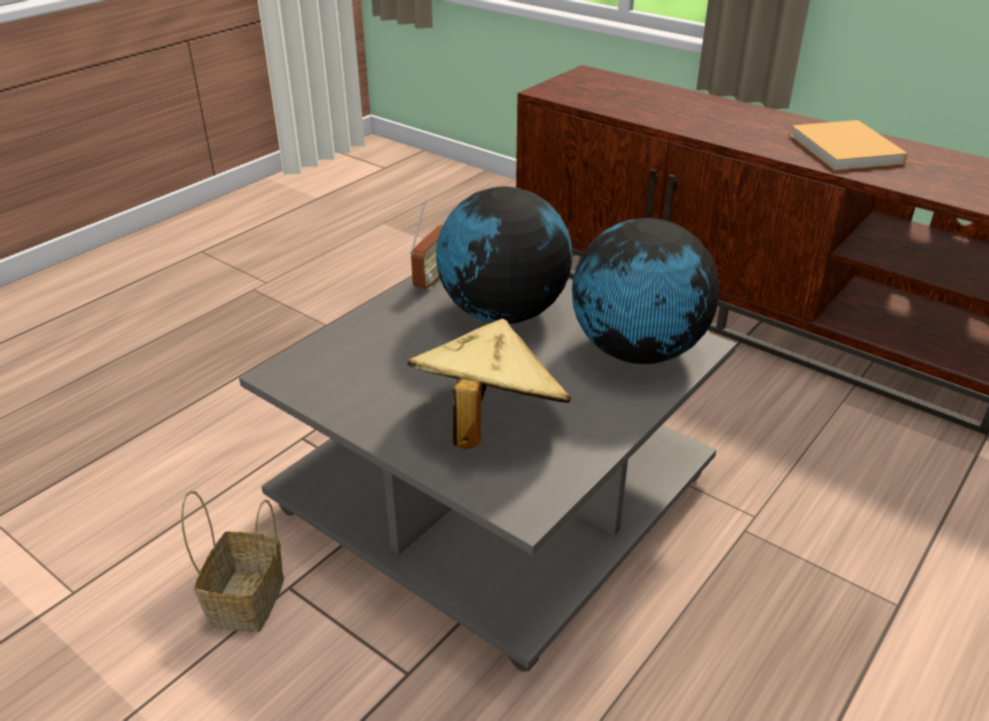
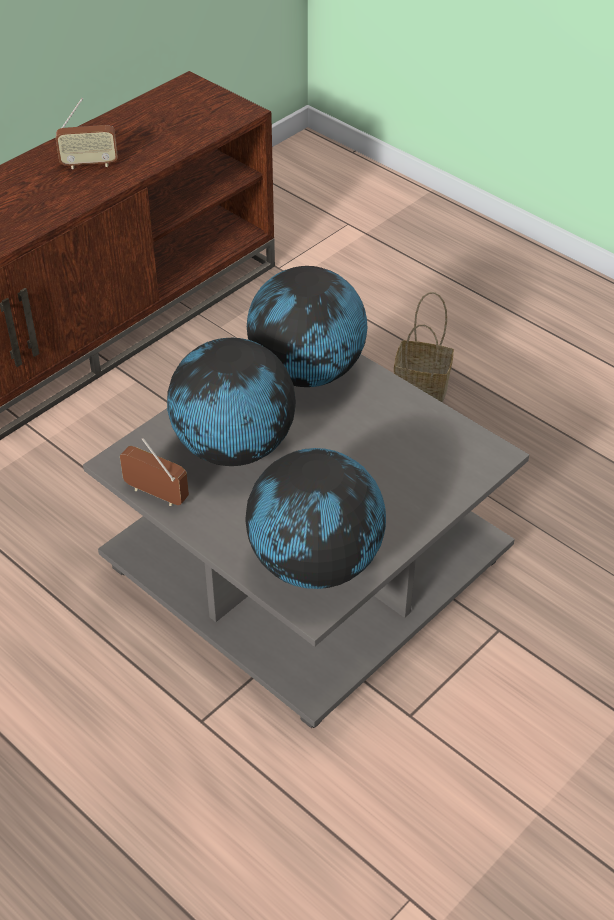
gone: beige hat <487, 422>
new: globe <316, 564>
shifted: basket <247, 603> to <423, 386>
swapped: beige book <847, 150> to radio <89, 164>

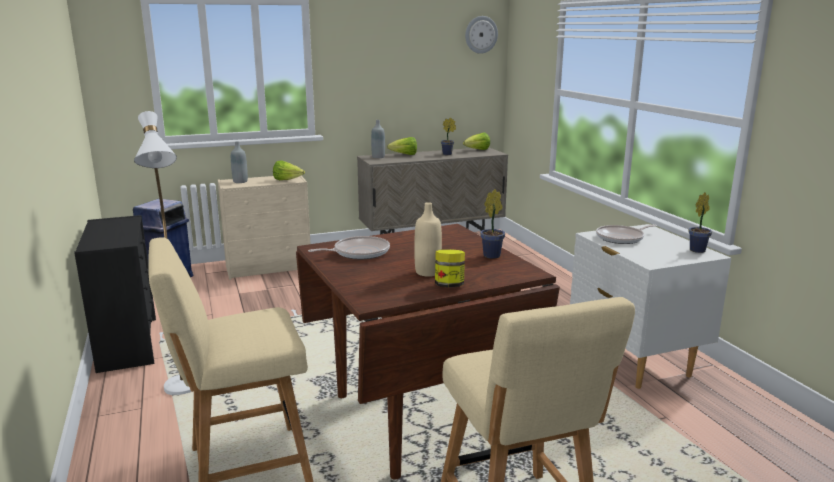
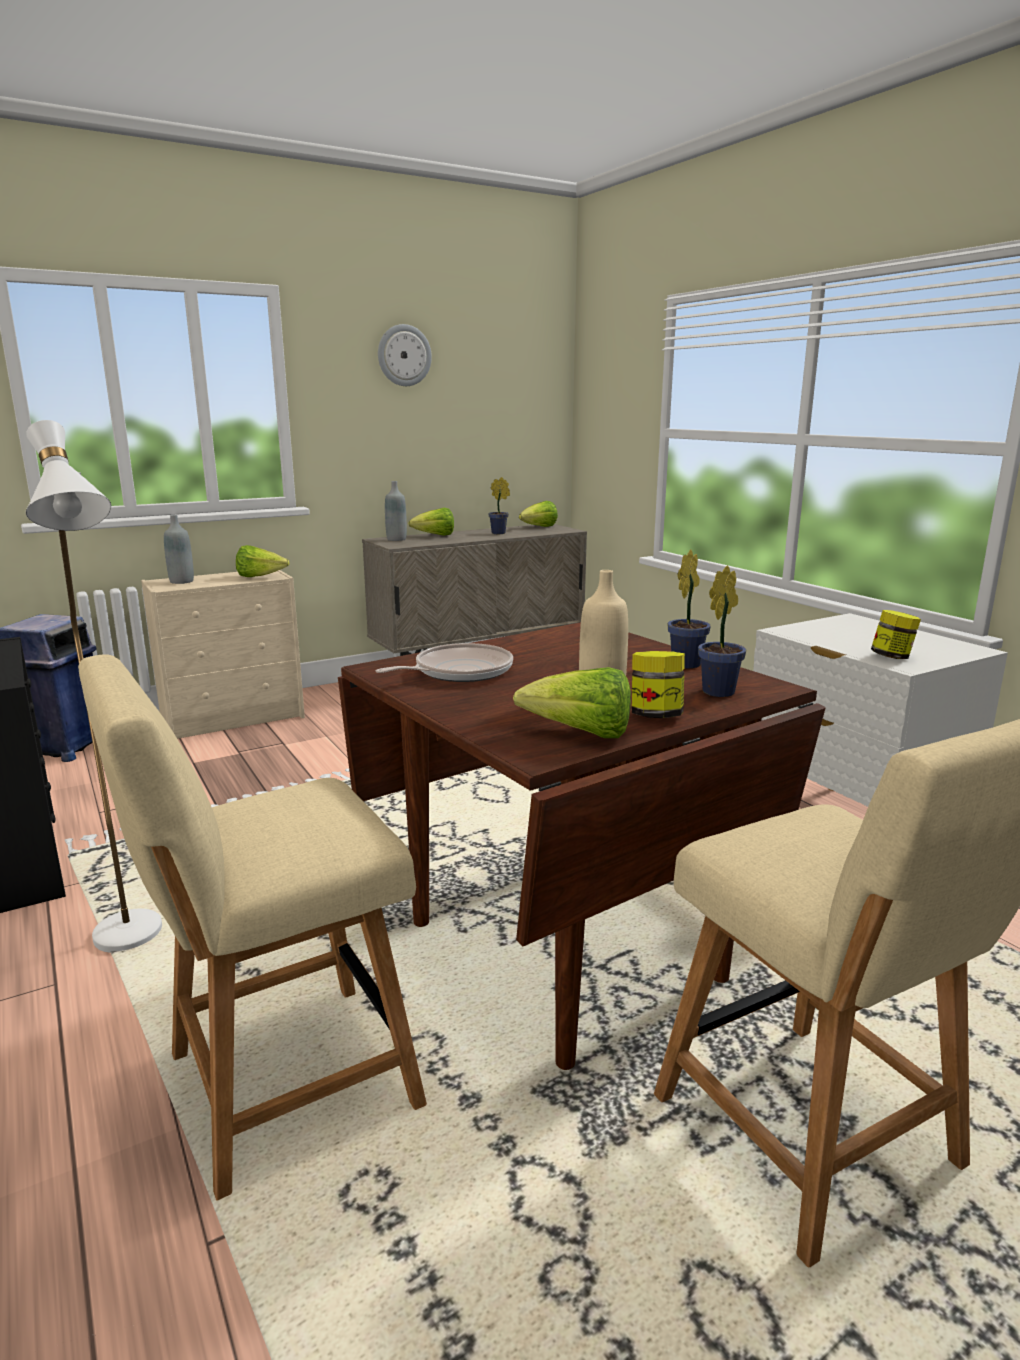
gone: frying pan <622, 238>
new: lettuce <581, 734>; jar <892, 657>
shifted: wall clock <481, 34> to <404, 355>; potted plant <698, 250> to <721, 691>

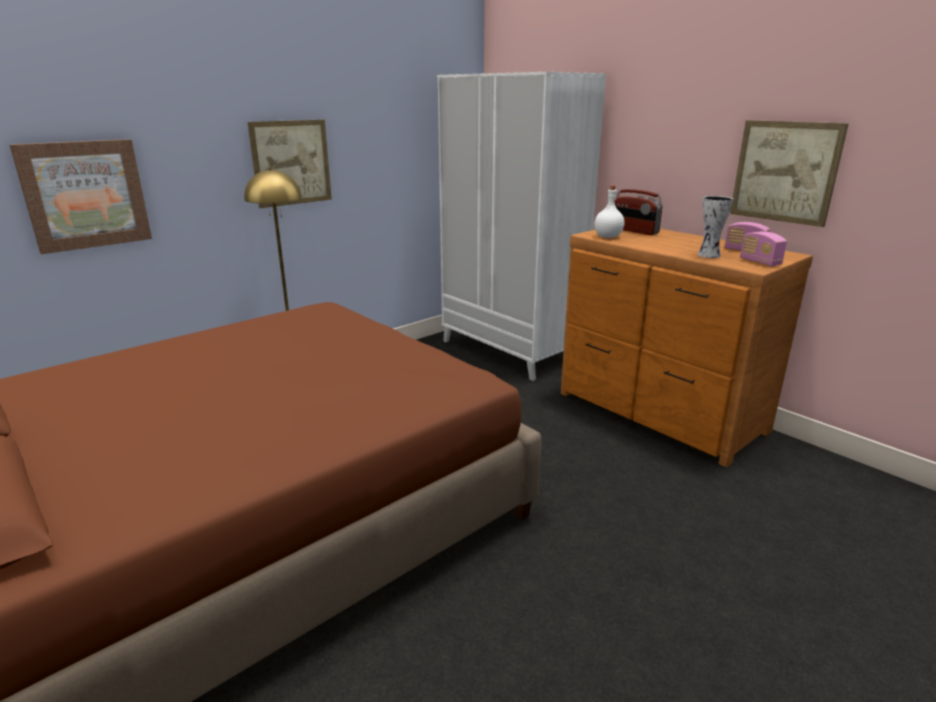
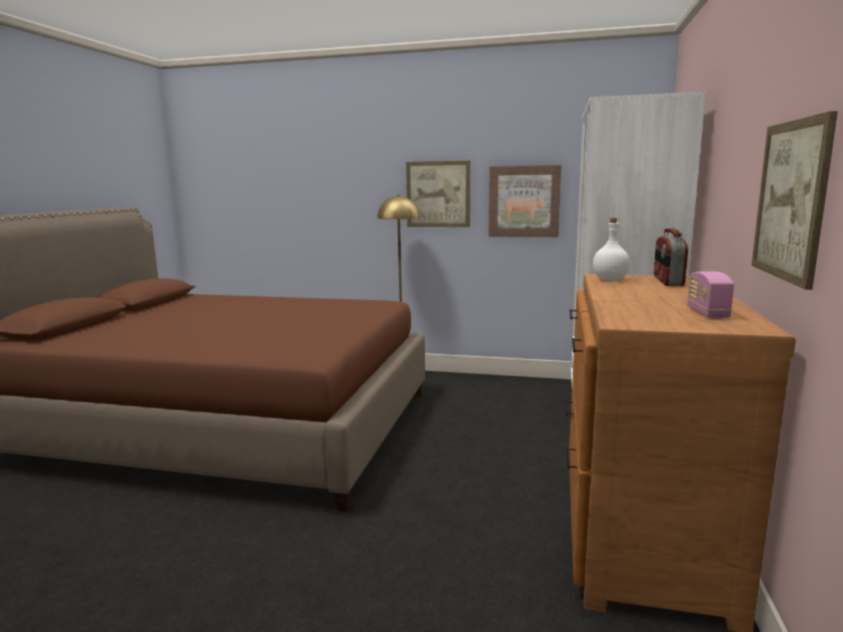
gone: vase <709, 255>; radio <760, 262>
shifted: picture <85, 195> to <524, 201>

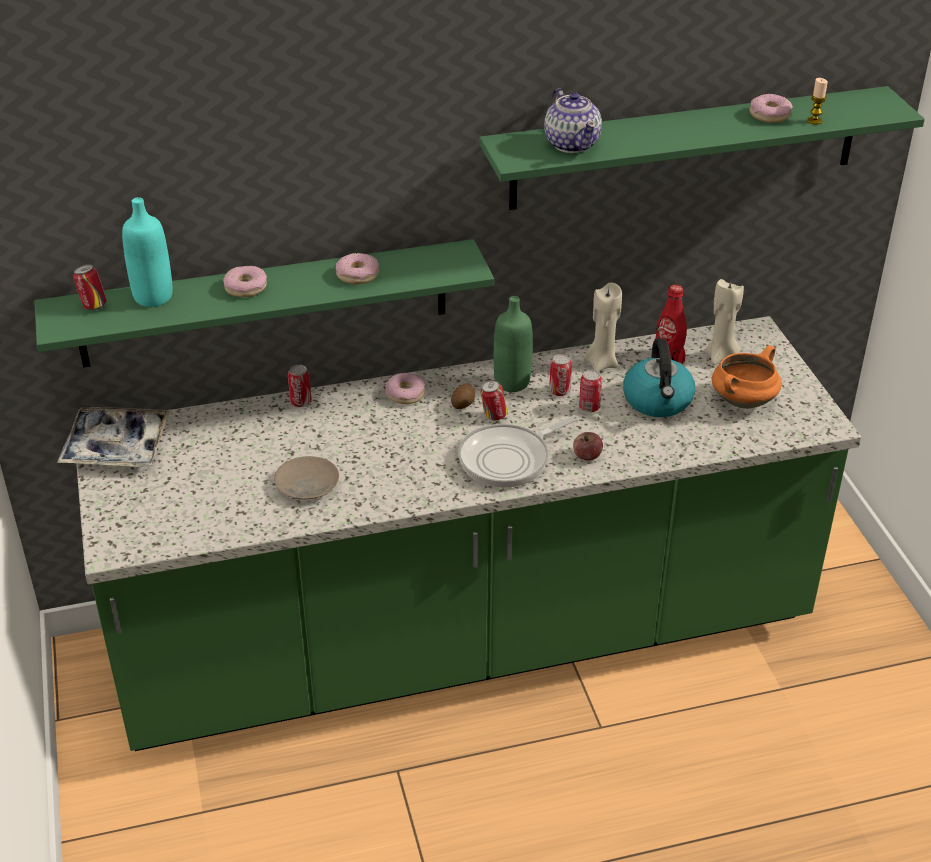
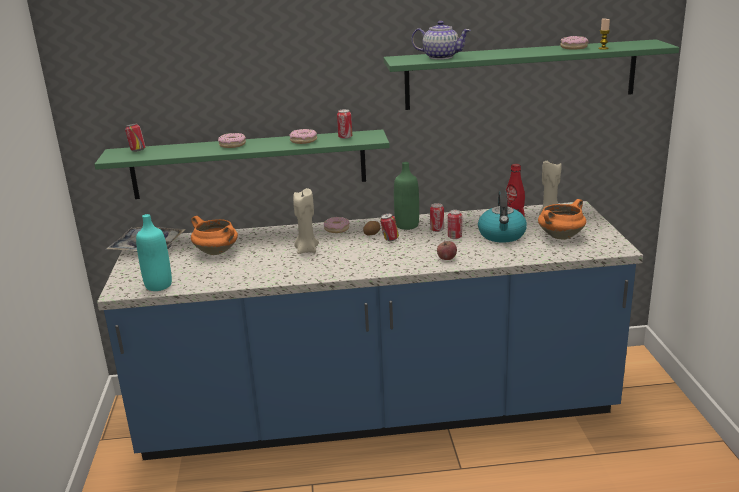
gone: beige plate <307, 485>; frying pan <509, 459>
new: orange cooking pot <217, 252>
shifted: turquoise bottle <153, 297> to <158, 285>; can <301, 402> to <345, 137>; beige candle <601, 363> to <306, 250>
repainted: green counter <465, 639> to blue counter <377, 411>
rotated: teapot <572, 144> = <440, 57> 60 degrees counterclockwise

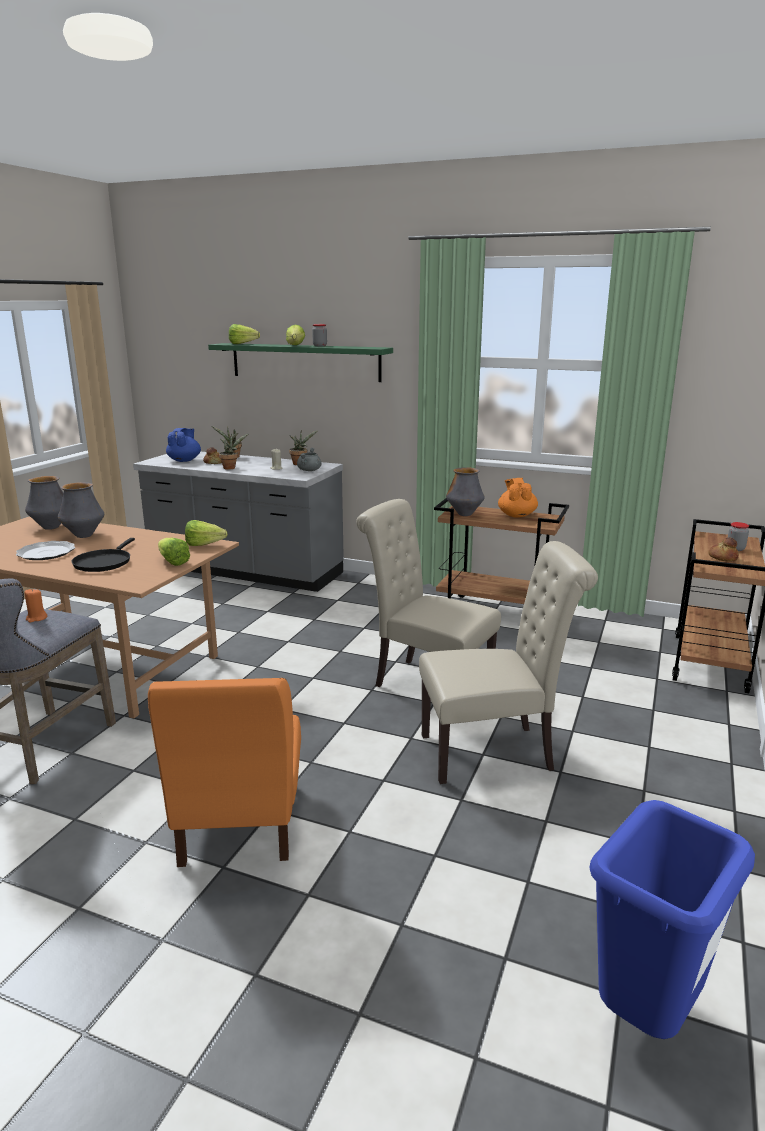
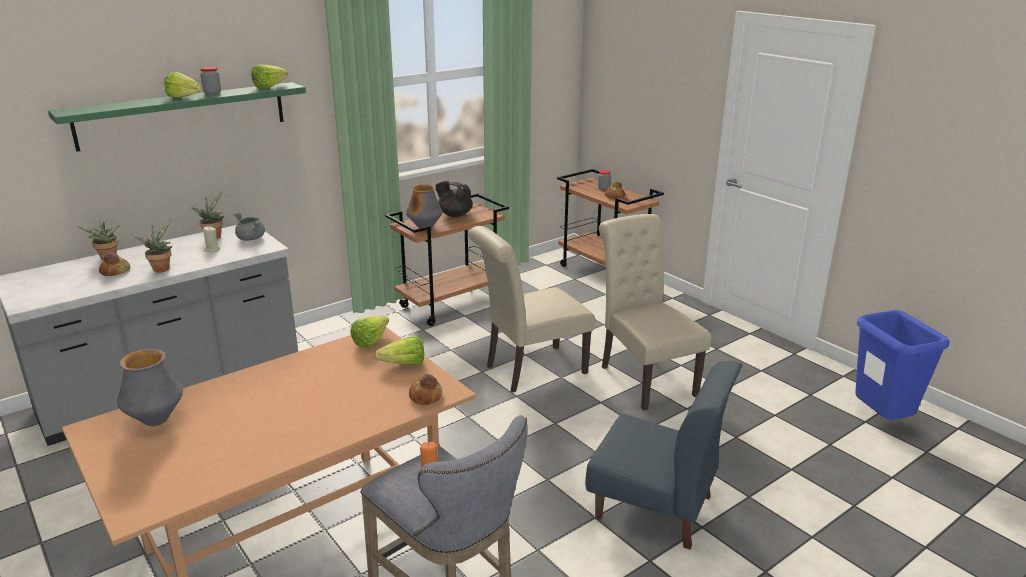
gone: plate <46, 553>; vase <84, 535>; black frying pan <104, 562>; blue teapot <184, 460>
new: bread <425, 396>
shifted: lettuce <245, 344> to <272, 87>
repainted: orange chair <239, 823> to blue chair <654, 507>; orange teapot <516, 515> to black teapot <454, 215>
rotated: beige chair <495, 752> = <643, 378> 45 degrees counterclockwise

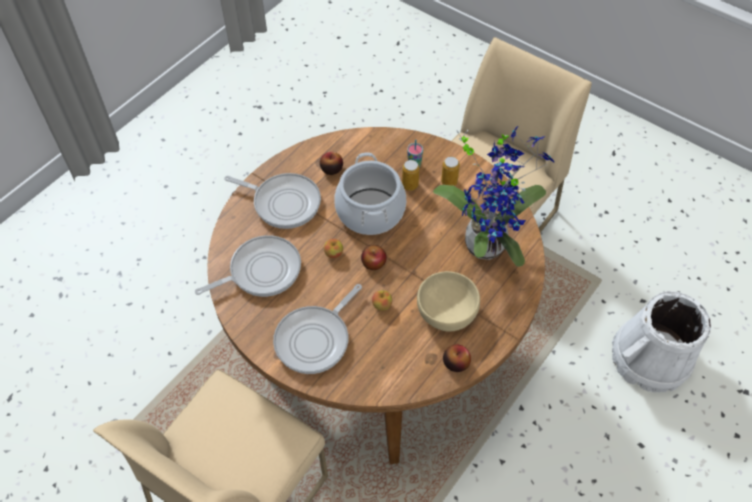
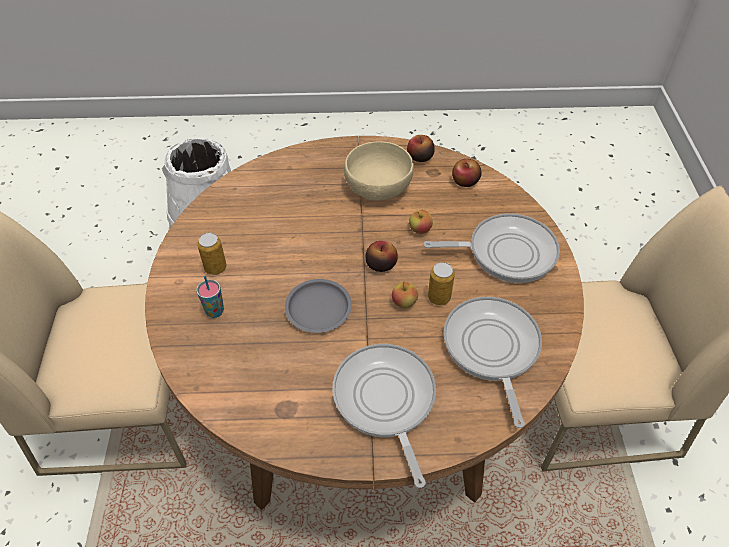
gone: potted plant <488, 241>
shifted: apple <331, 169> to <465, 181>; can <410, 185> to <439, 297>
swapped: cooking pot <370, 211> to grey plate <318, 308>
rotated: frying pan <261, 271> = <491, 349> 60 degrees clockwise

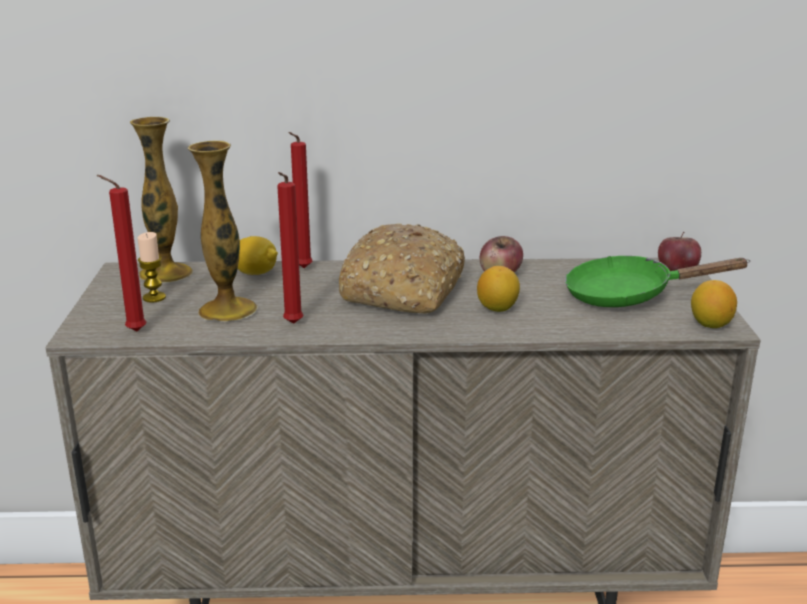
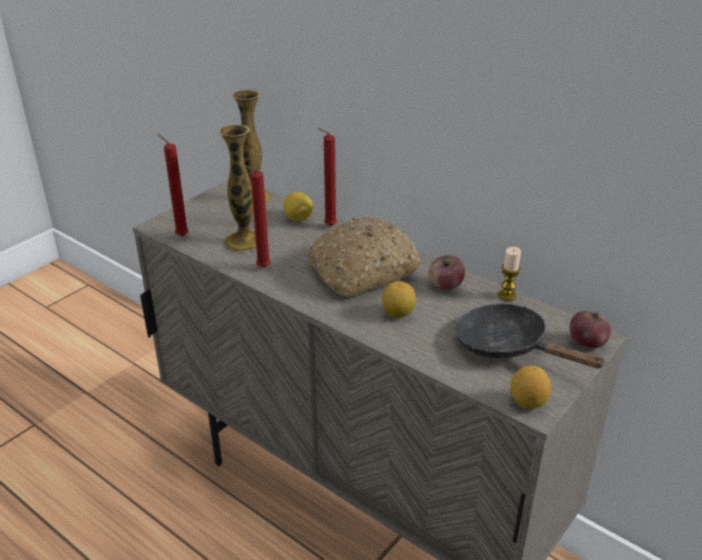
shifted: candle <154, 297> to <507, 295>
repainted: green frying pan <628, 295> to black frying pan <508, 346>

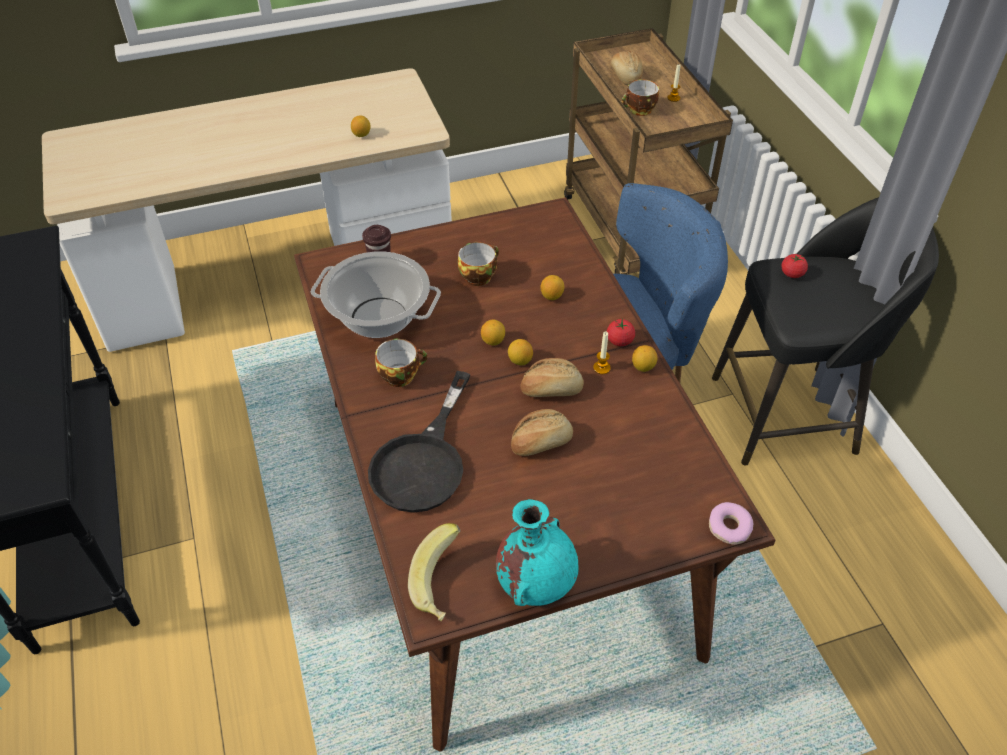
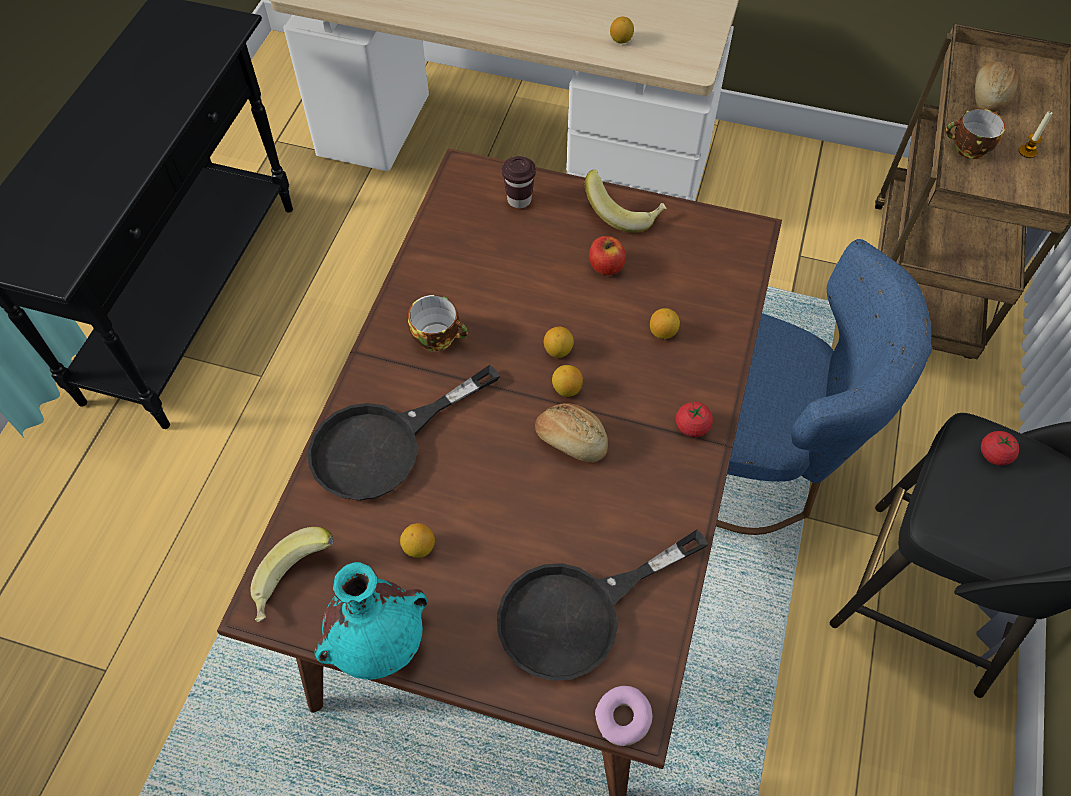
gone: cooking pot <378, 318>; bread <540, 442>; candle <601, 368>
new: black frying pan <578, 612>; banana <624, 213>
shifted: lemon <643, 367> to <419, 548>
swapped: cup <478, 275> to apple <606, 266>

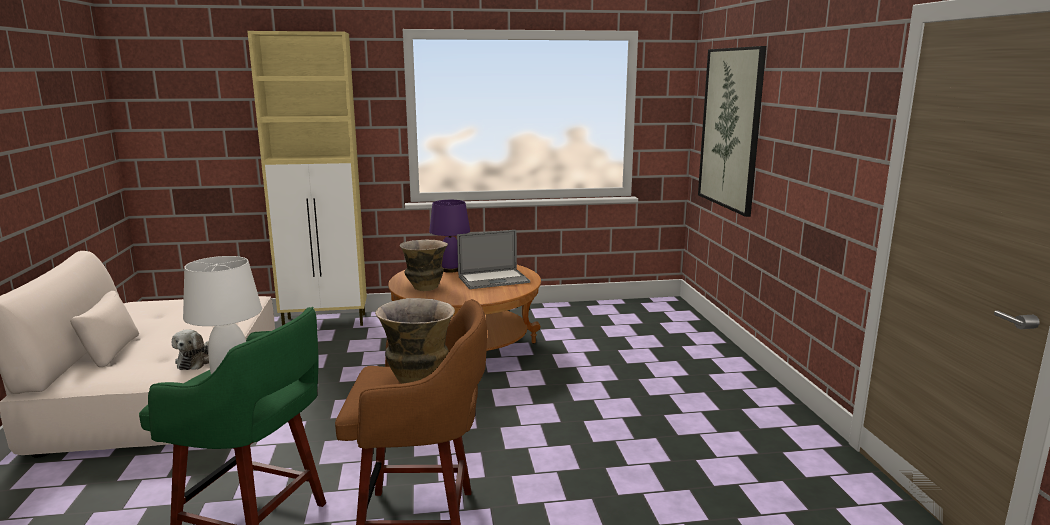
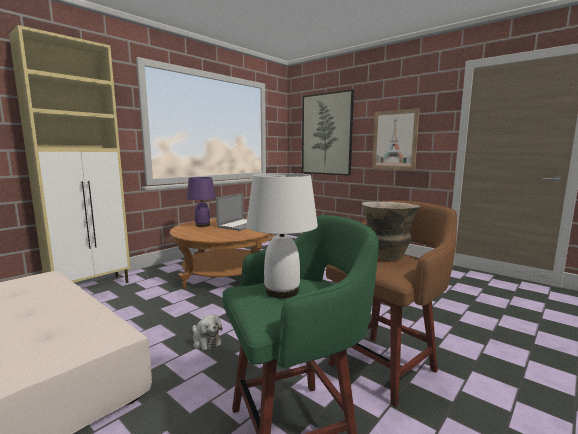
gone: vase <425, 288>
new: picture <394, 140>
shifted: plush toy <195, 361> to <205, 341>

